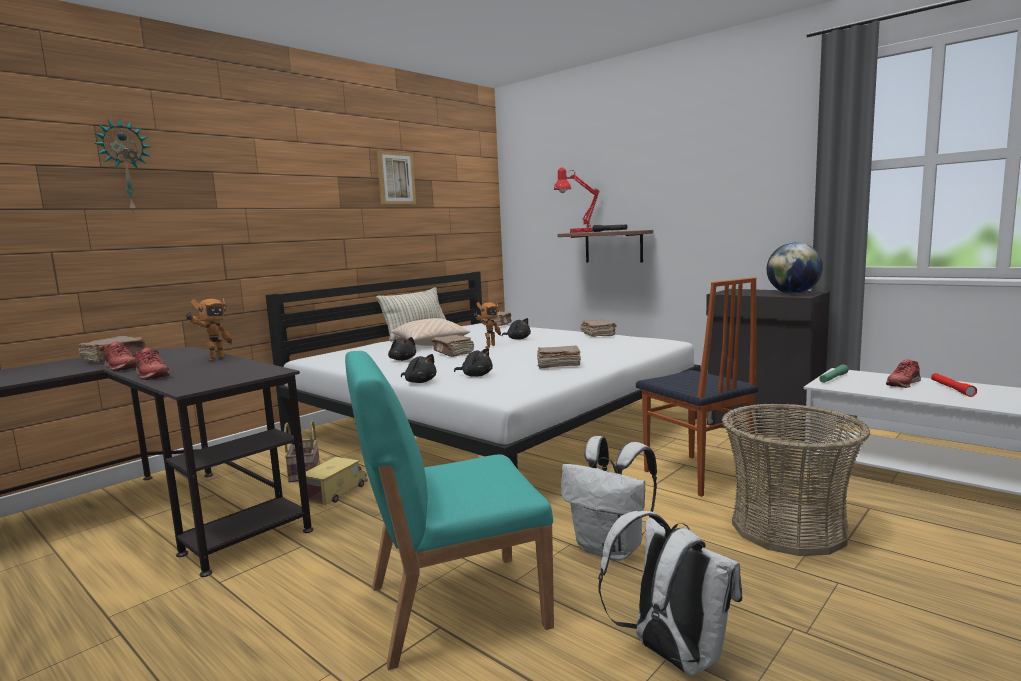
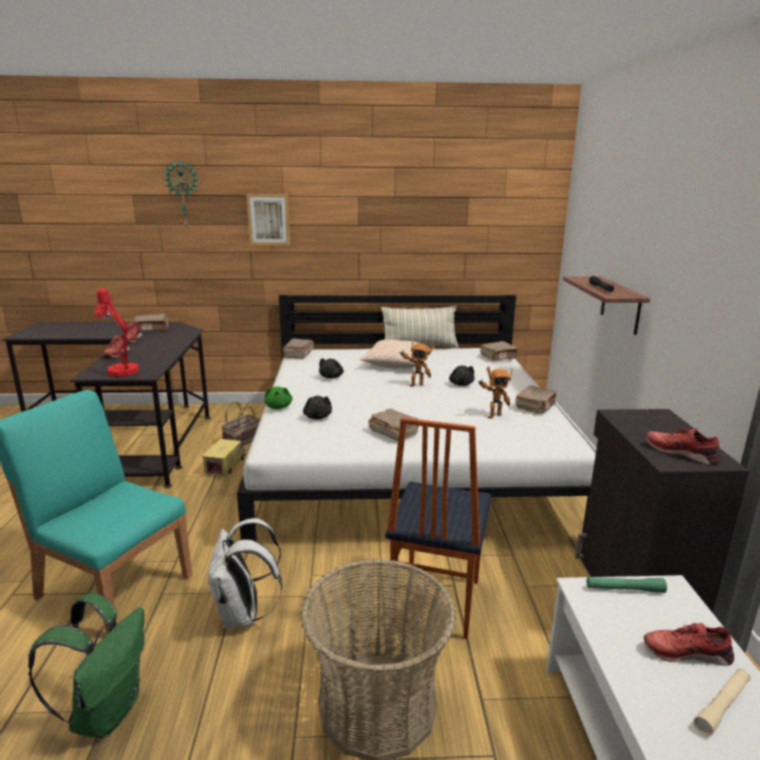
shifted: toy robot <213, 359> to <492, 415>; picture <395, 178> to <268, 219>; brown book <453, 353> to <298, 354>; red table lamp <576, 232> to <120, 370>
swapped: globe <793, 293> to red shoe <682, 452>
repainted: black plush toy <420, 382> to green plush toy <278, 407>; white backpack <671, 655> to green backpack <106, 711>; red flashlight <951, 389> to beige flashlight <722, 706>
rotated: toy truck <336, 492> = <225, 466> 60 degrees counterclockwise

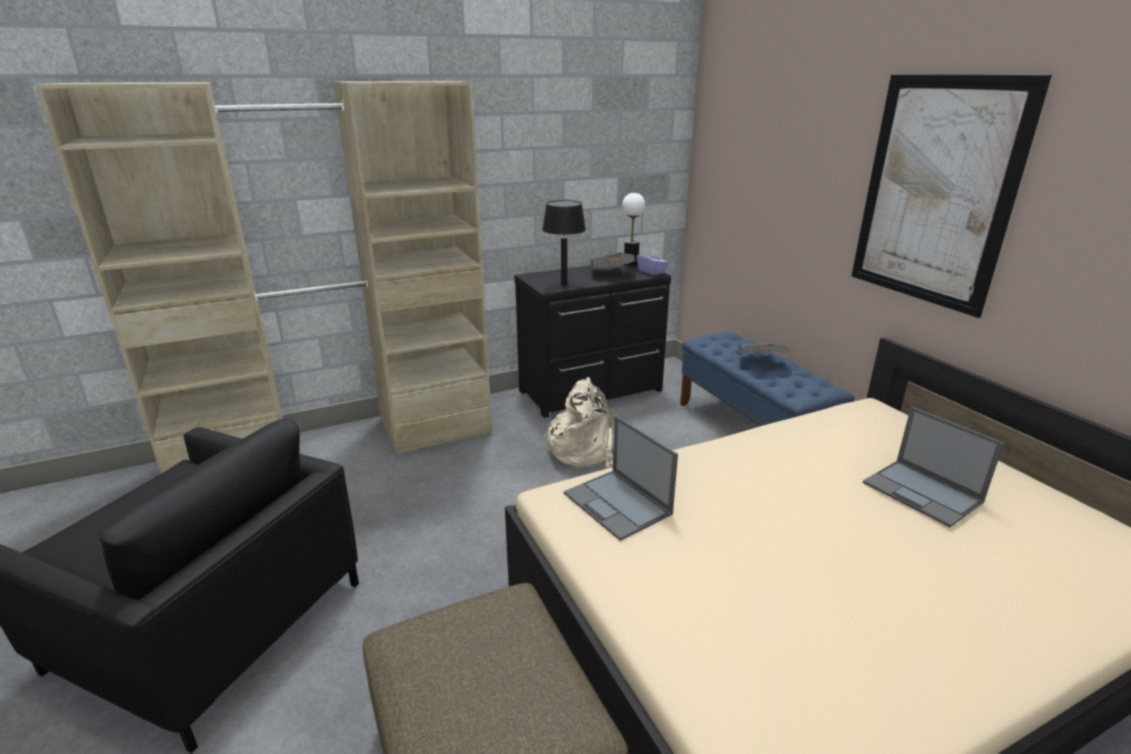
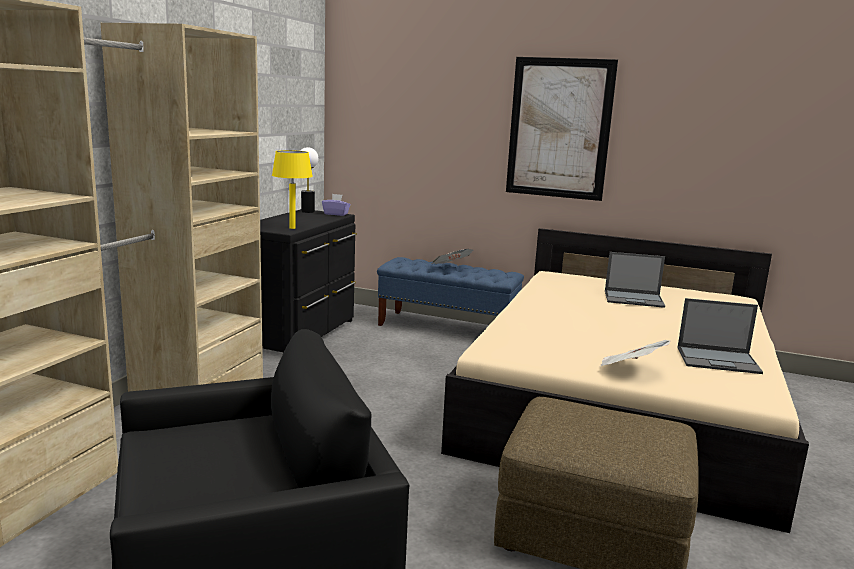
gone: beige backpack <585, 449>
shifted: laptop <618, 504> to <719, 360>; newspaper <611, 274> to <629, 370>
repainted: black table lamp <564, 285> to yellow table lamp <292, 228>

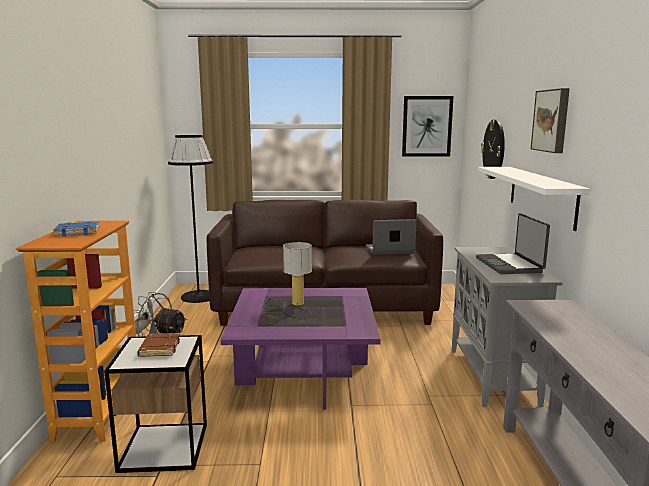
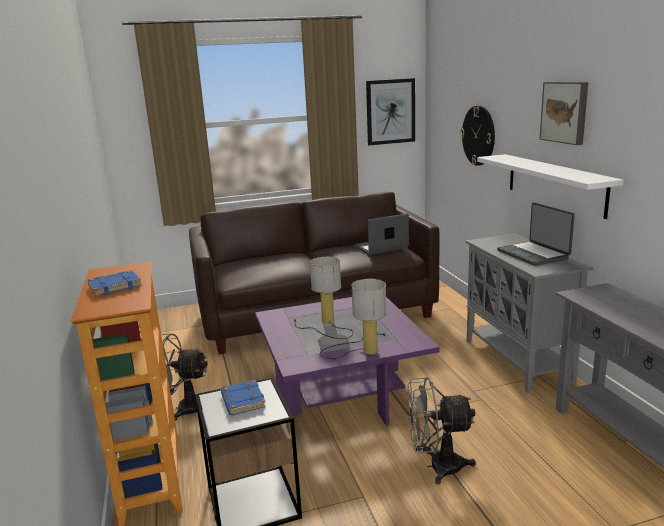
gone: black floor lamp <199, 296>
new: table lamp <362, 349>; grey fan <437, 466>
repainted: brown book <159, 348> to blue book <242, 401>

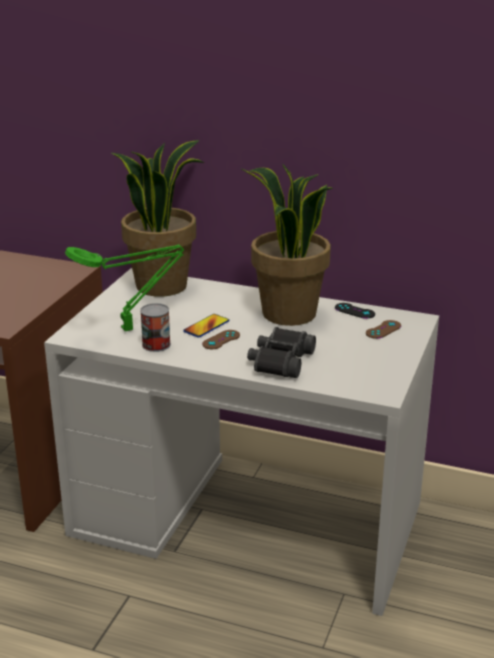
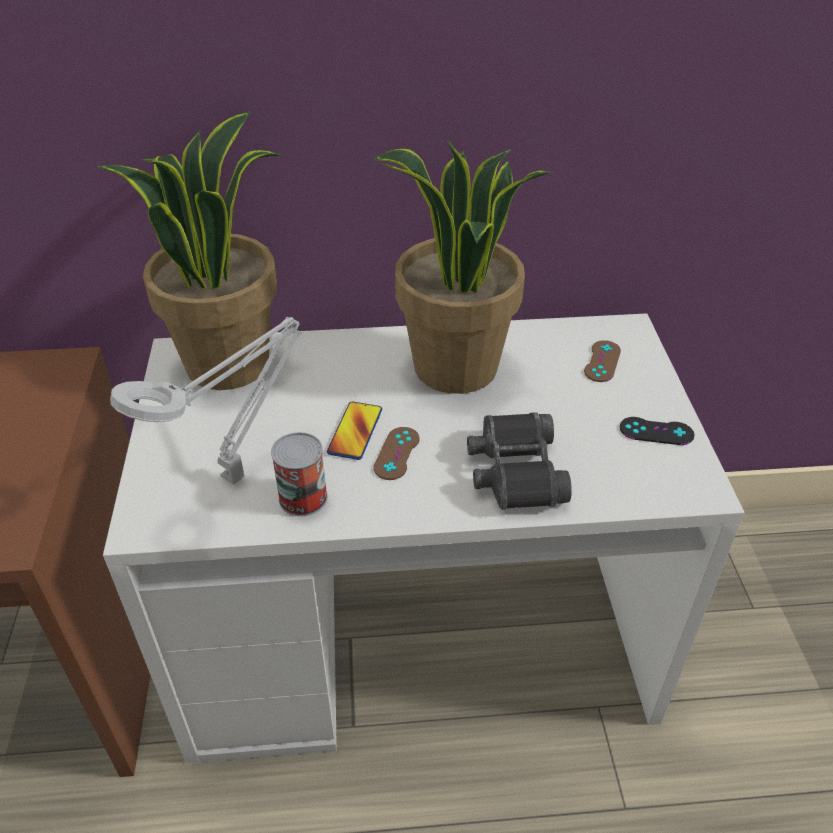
shifted: black game controller <354, 311> to <656, 431>
repainted: green table lamp <131, 329> to grey table lamp <238, 474>

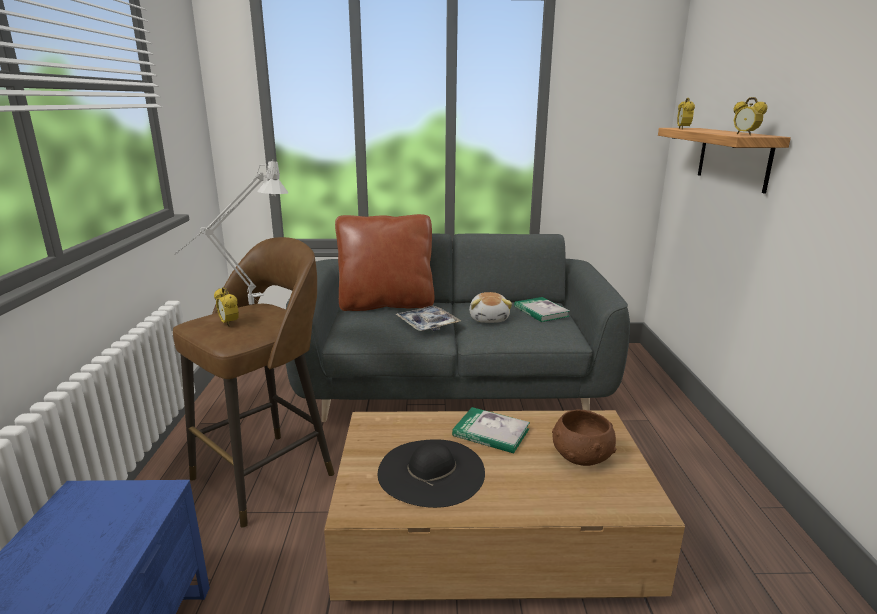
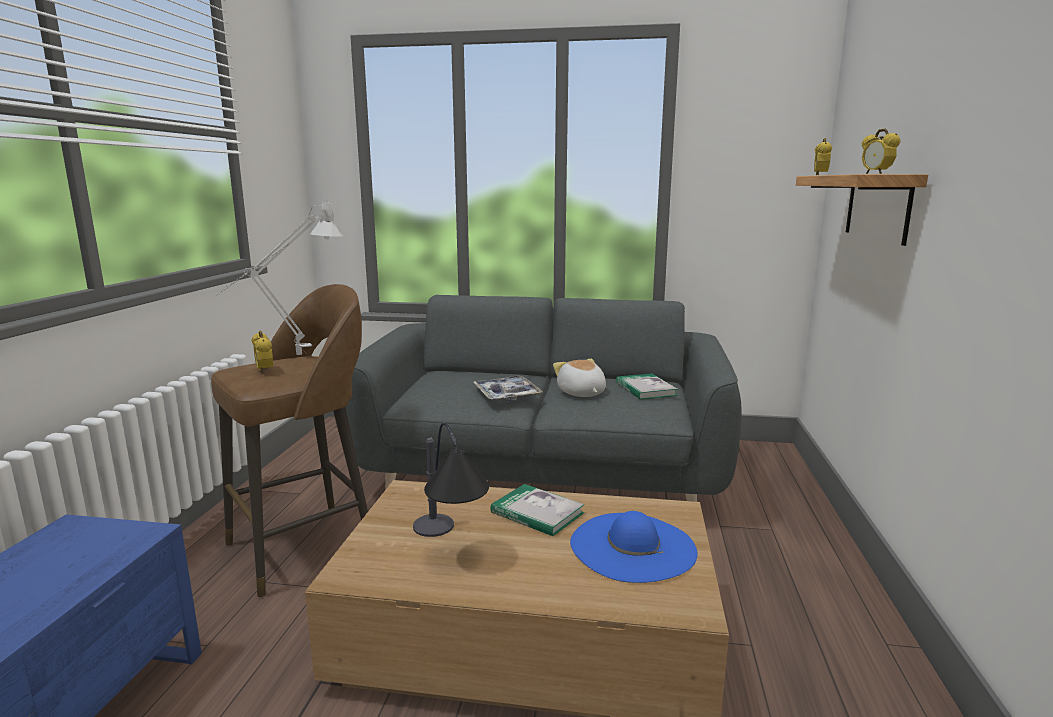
gone: brown pillow <386, 304>
swapped: black hat <431, 471> to table lamp <449, 546>; brown bowl <580, 456> to blue hat <632, 546>
rotated: plush toy <489, 318> = <581, 393> 150 degrees clockwise

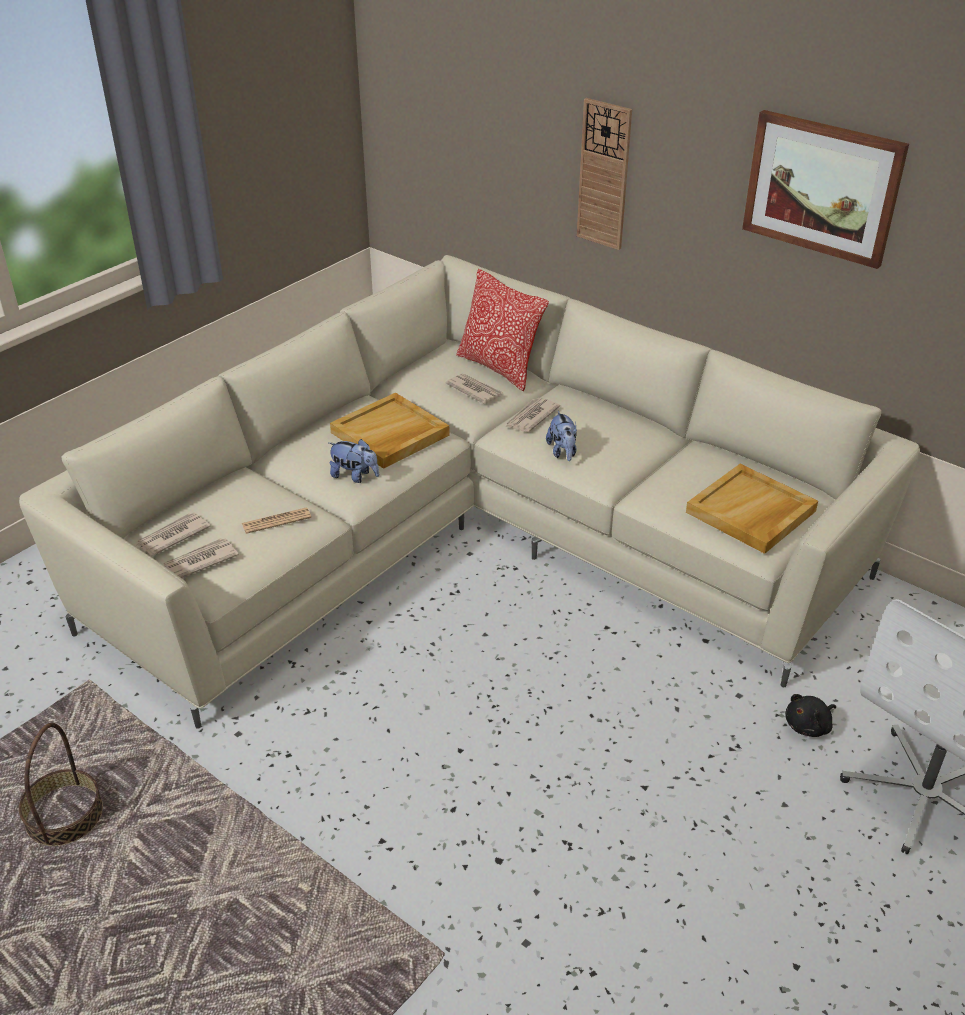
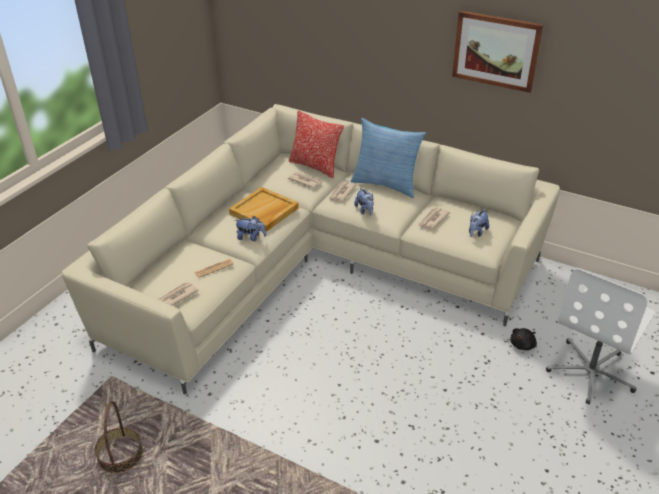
gone: wall clock <604, 175>
new: pillow <386, 184>
shifted: newspaper <172, 536> to <432, 220>
swapped: beige tray <751, 512> to plush toy <476, 232>

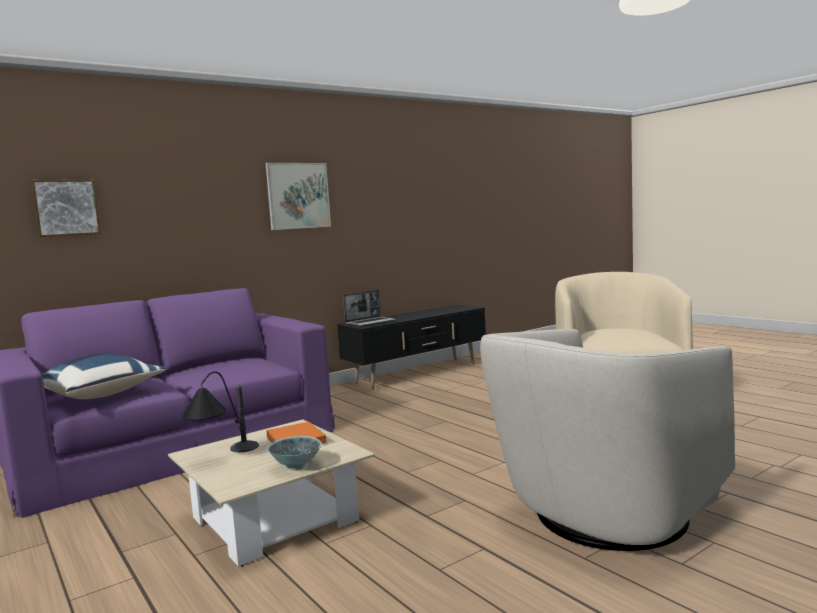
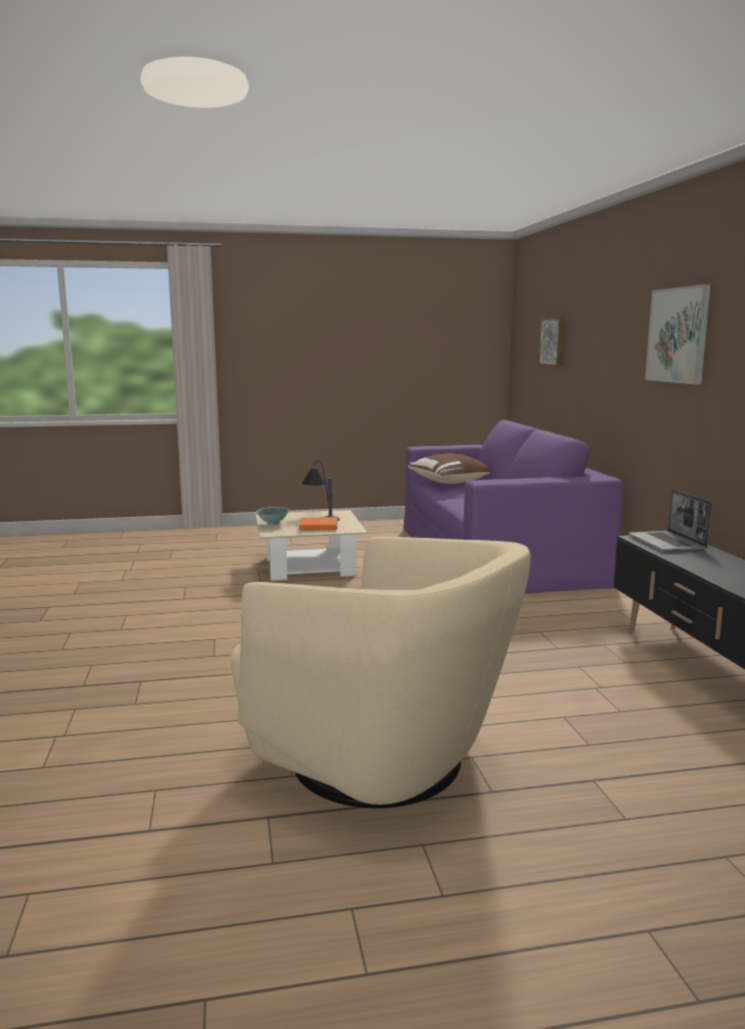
gone: beige armchair <607, 515>
repainted: blue pillow <100, 394> to brown pillow <451, 482>

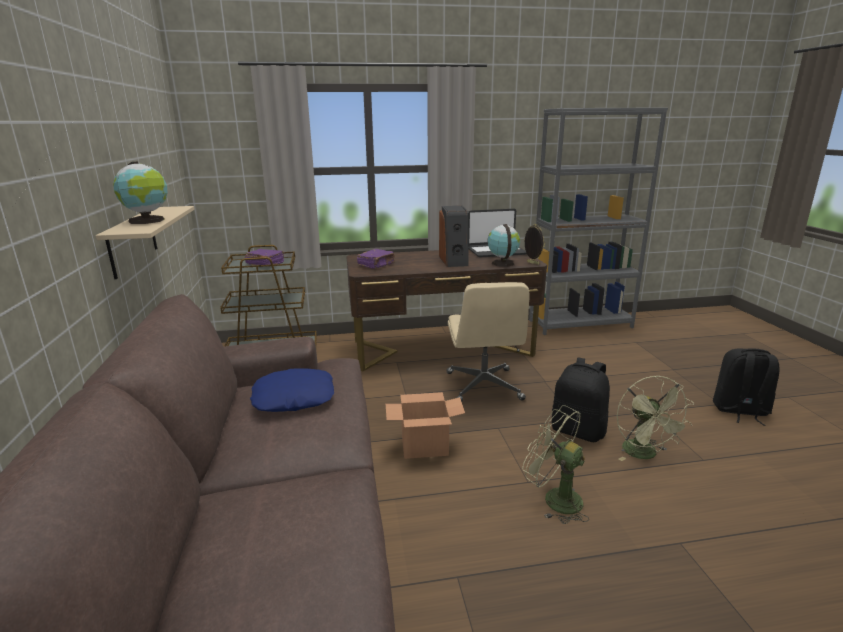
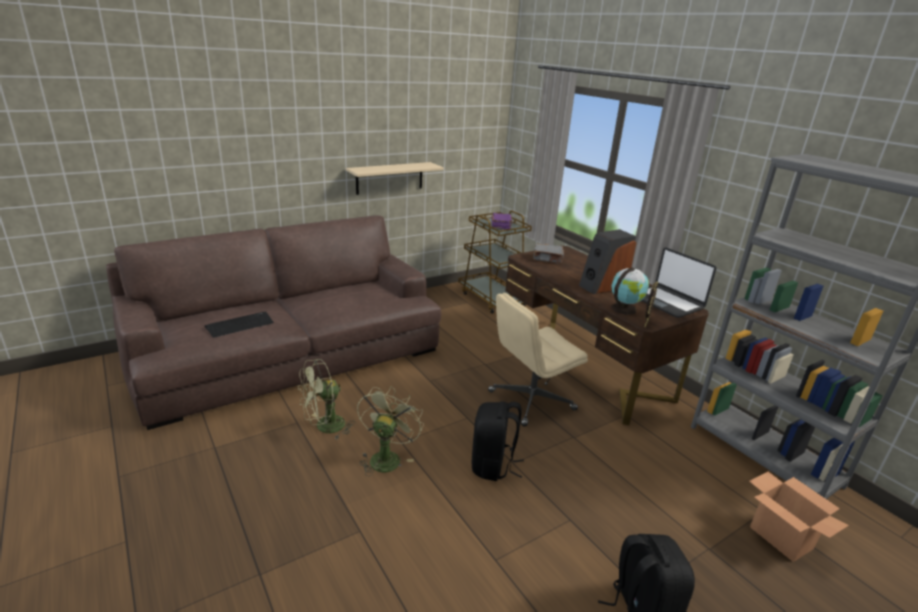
gone: globe <147, 221>; blue pillow <294, 397>
new: keyboard <240, 325>
shifted: cardboard box <424, 447> to <780, 537>; green fan <644, 454> to <324, 427>
repainted: purple book <376, 265> to grey book <548, 259>

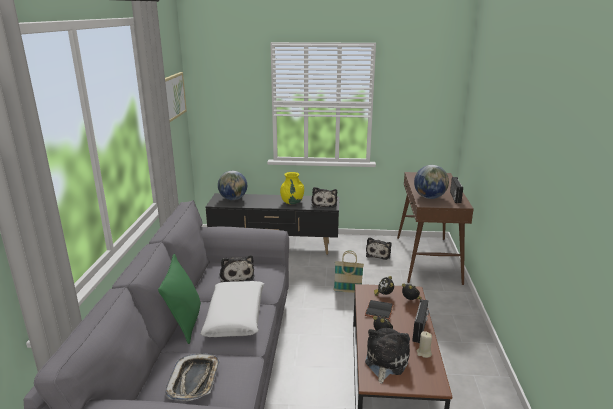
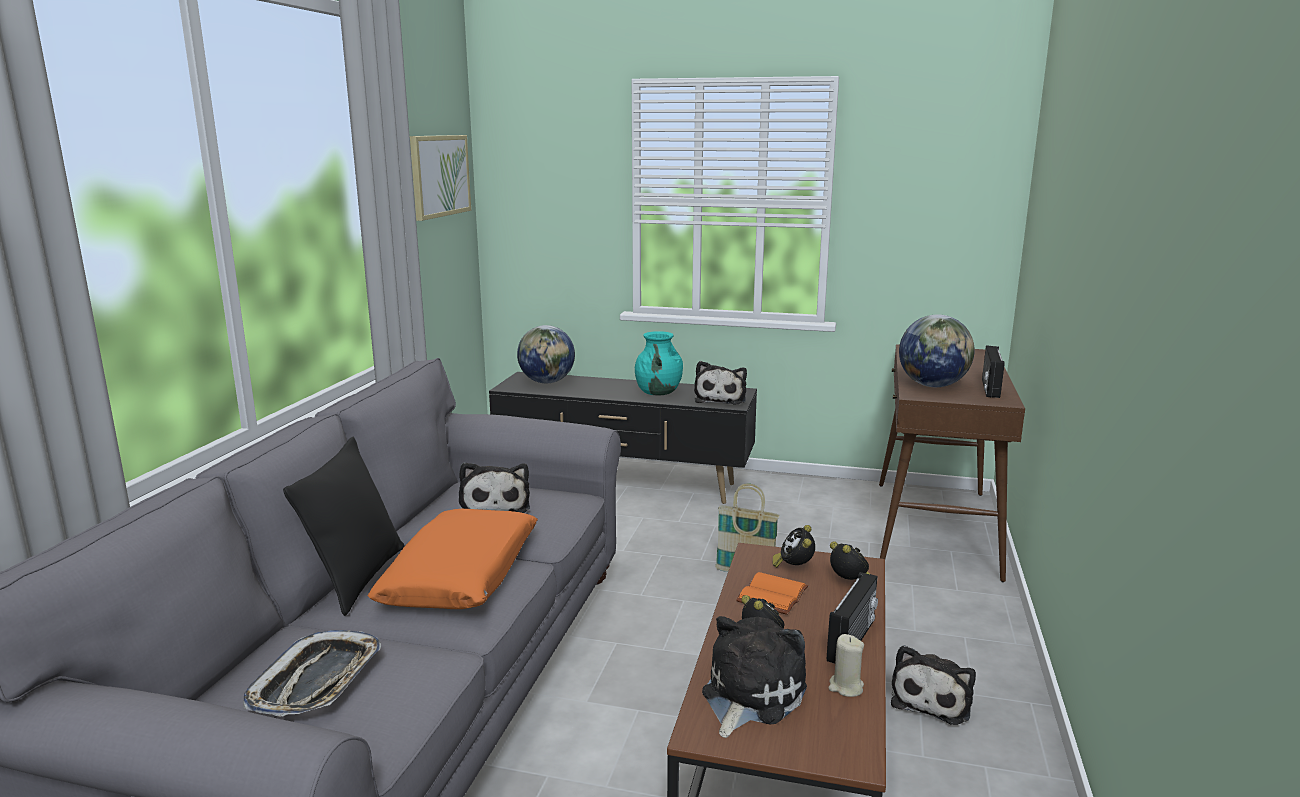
shifted: plush toy <378, 254> to <932, 699>
repainted: green pillow <185, 322> to black pillow <358, 578>; white pillow <235, 316> to orange pillow <461, 575>; yellow vase <292, 202> to turquoise vase <658, 392>; black book <380, 311> to orange book <774, 596>

